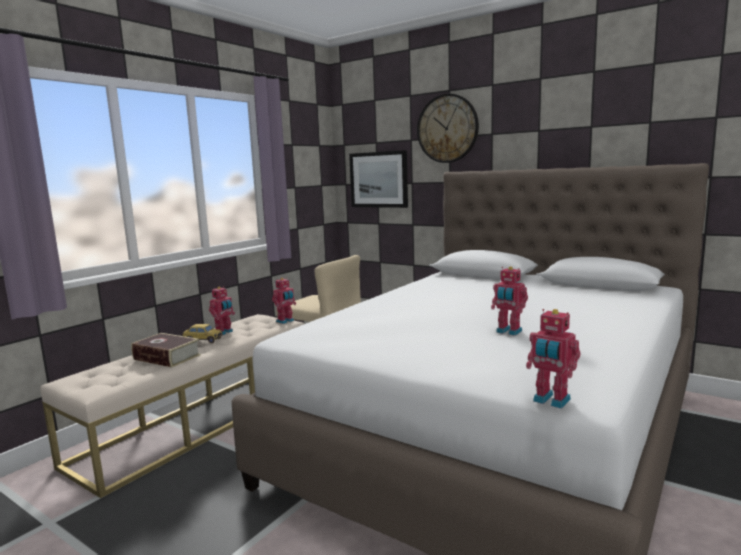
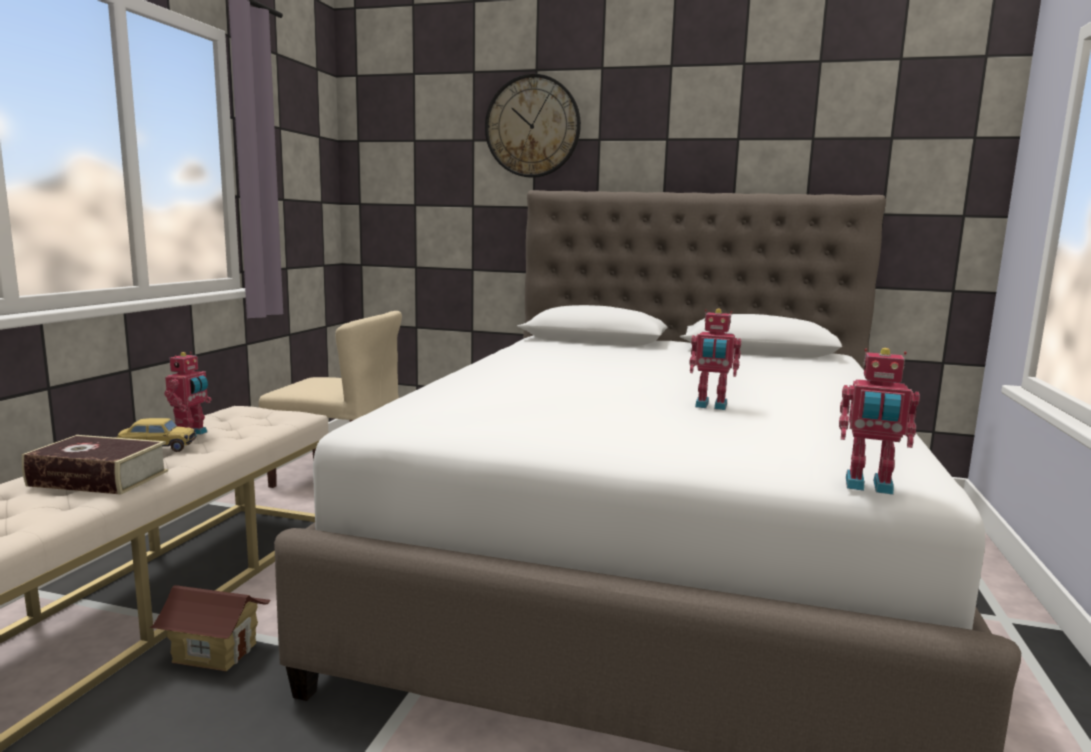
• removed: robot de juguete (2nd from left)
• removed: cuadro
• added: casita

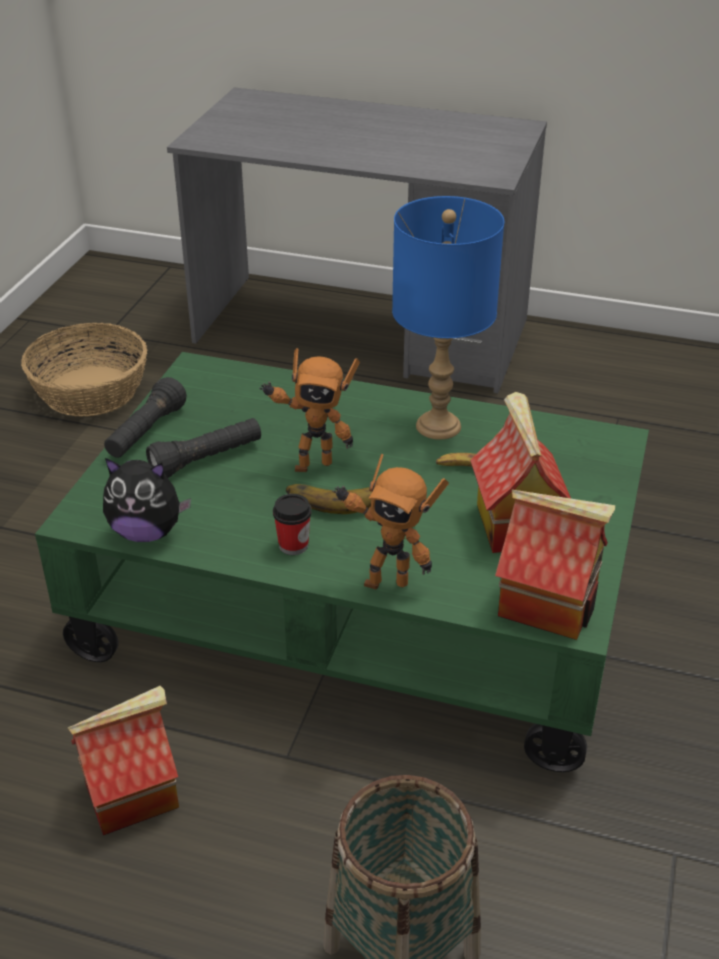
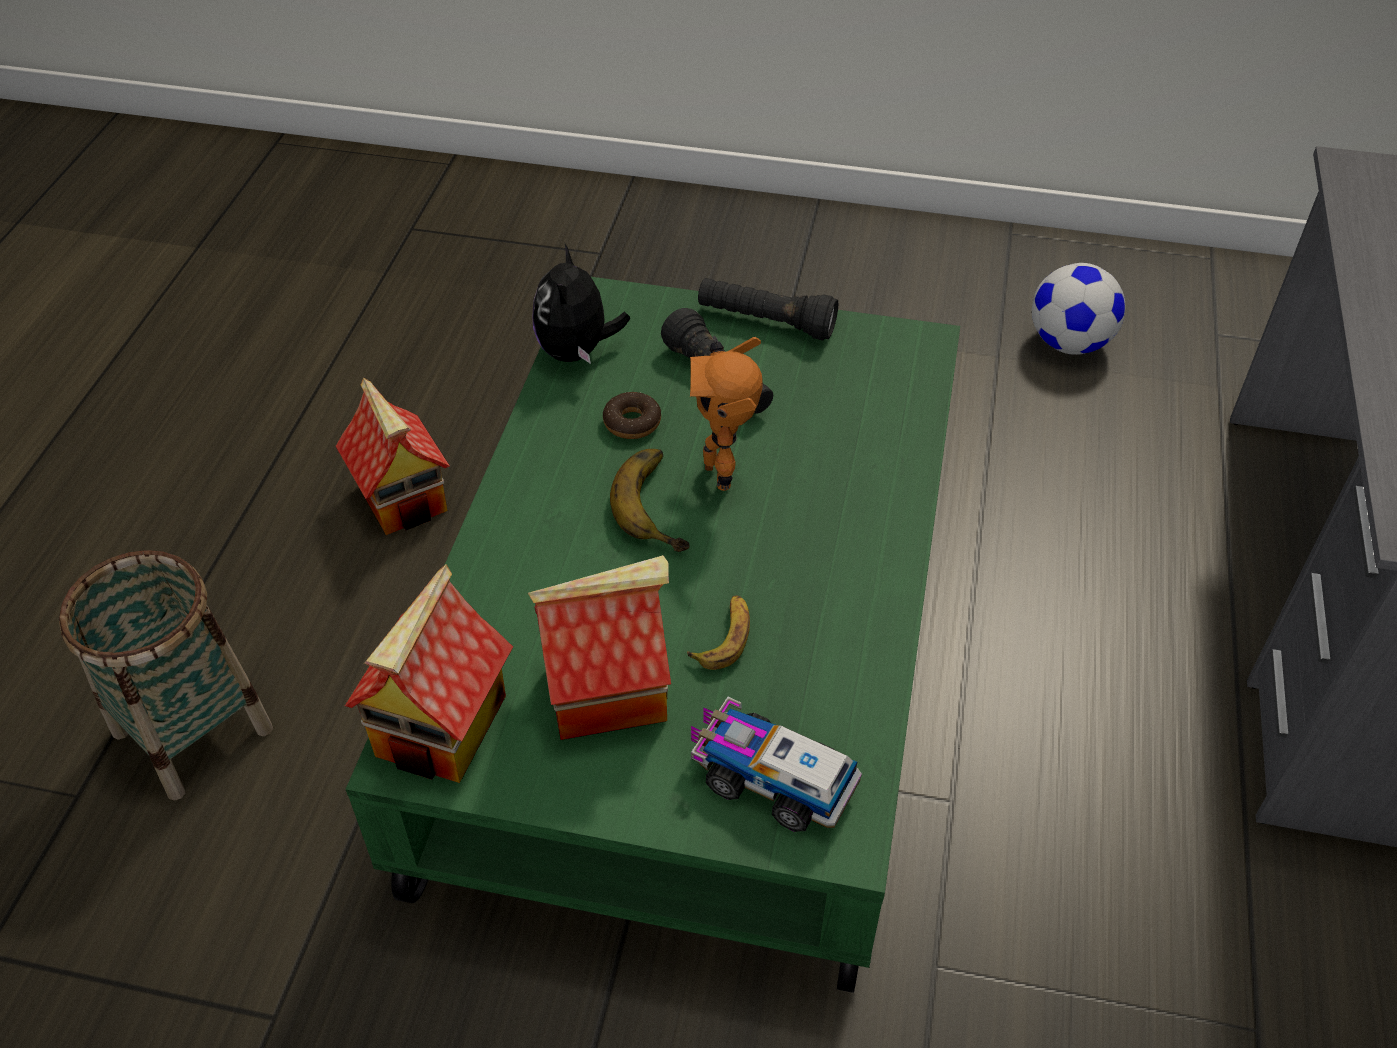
• removed: taza
• removed: robot de juguete (2nd from left)
• removed: lámpara de mesa/azul
• added: rosquilla
• added: camión de juguete
• replaced: cesta (1st from left) to balón de fútbol

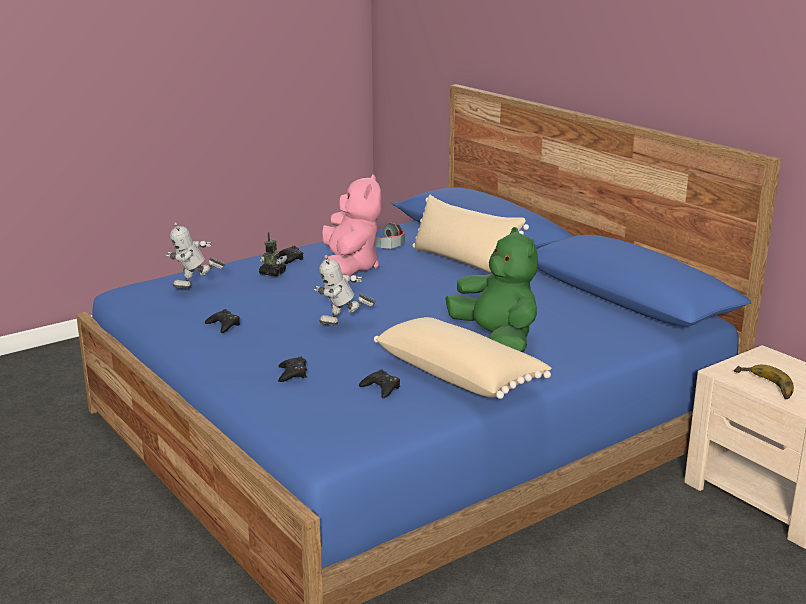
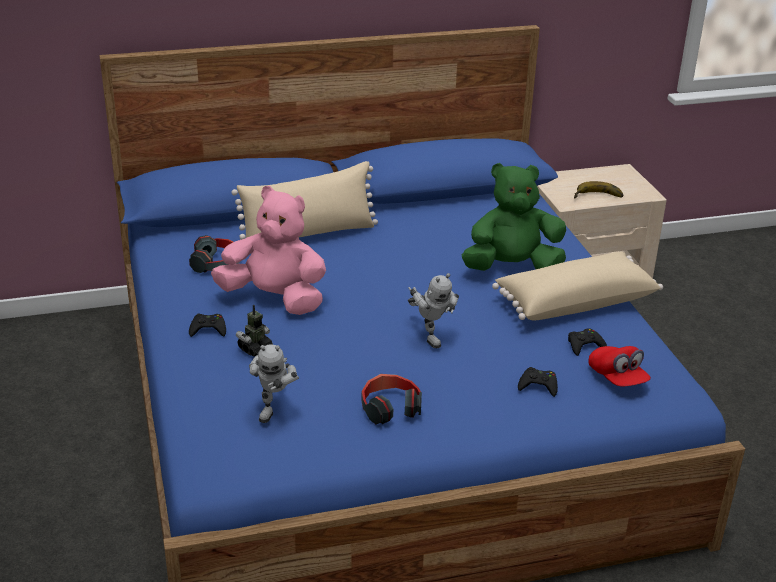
• added: gorra/rojo
• replaced: mando de consola/negro (1st from left) to auriculares (2nd from left)
• turned: robot de juguete (3rd from left) 45 degrees counterclockwise

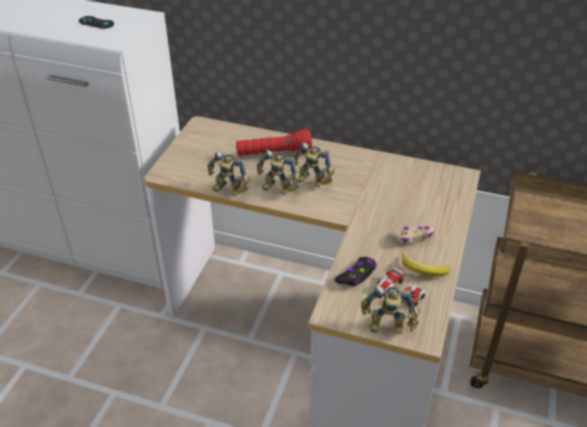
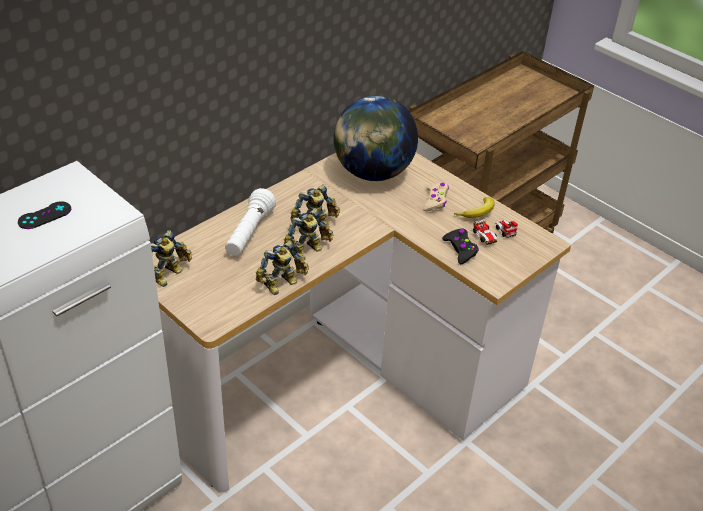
• added: globo terráqueo
• moved: robot de juguete (4th from left in the first image) to robot de juguete (1st from left)
• recoloured: linterna/rojo to linterna/blanco

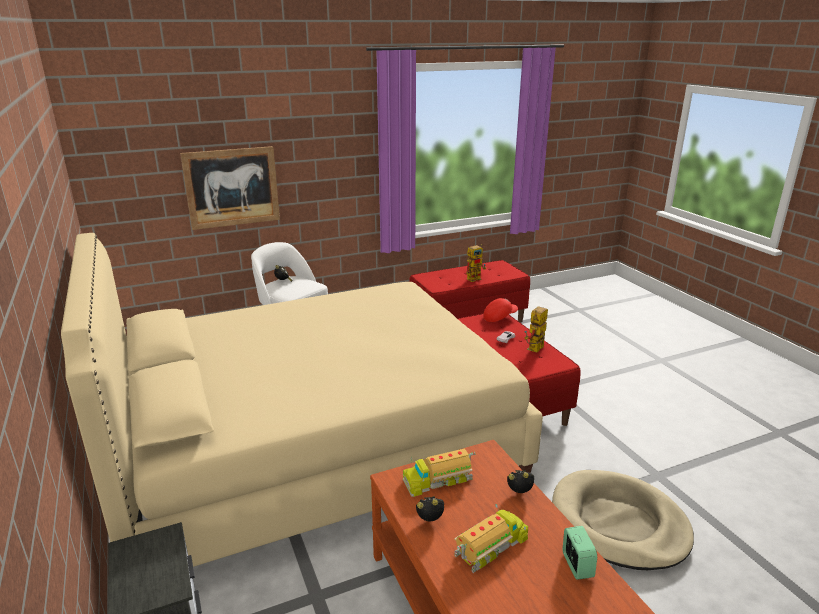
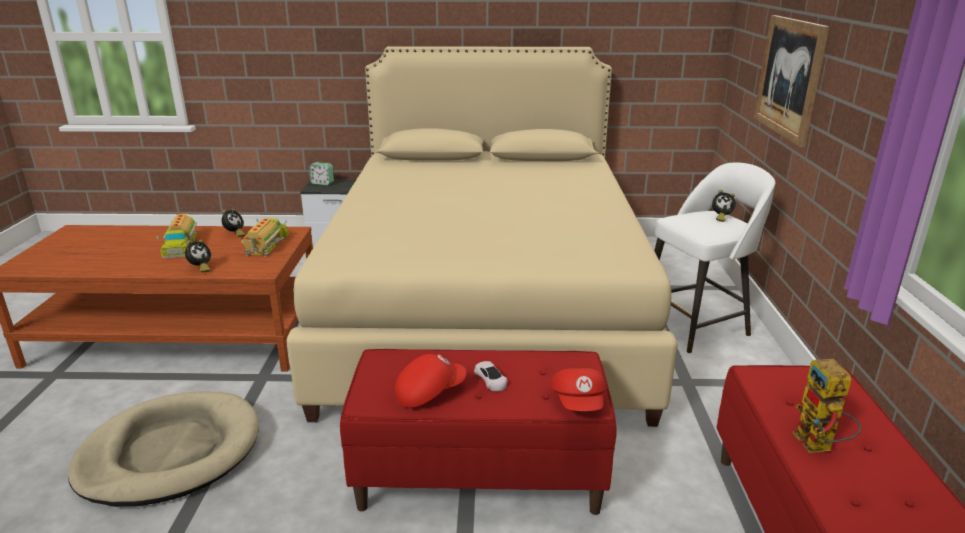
• moved: despertador (4th from left in the first image) to despertador (3rd from left)
• replaced: robot de juguete (2nd from left) to gorra/rojo (1st from left)

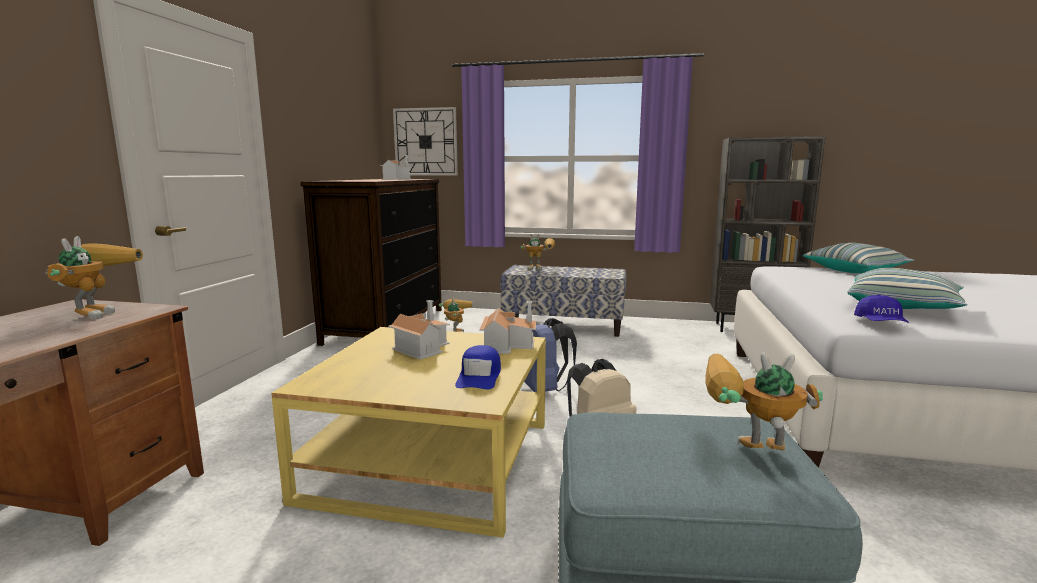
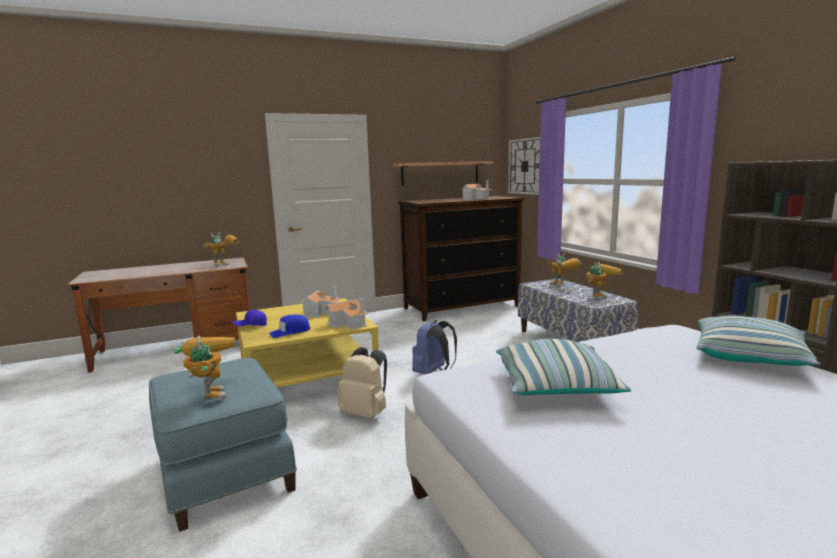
• added: estante
• moved: robot de juguete (2nd from left in the first image) to robot de juguete (4th from left)
• moved: gorra/azul (2nd from left in the first image) to gorra/azul (1st from left)

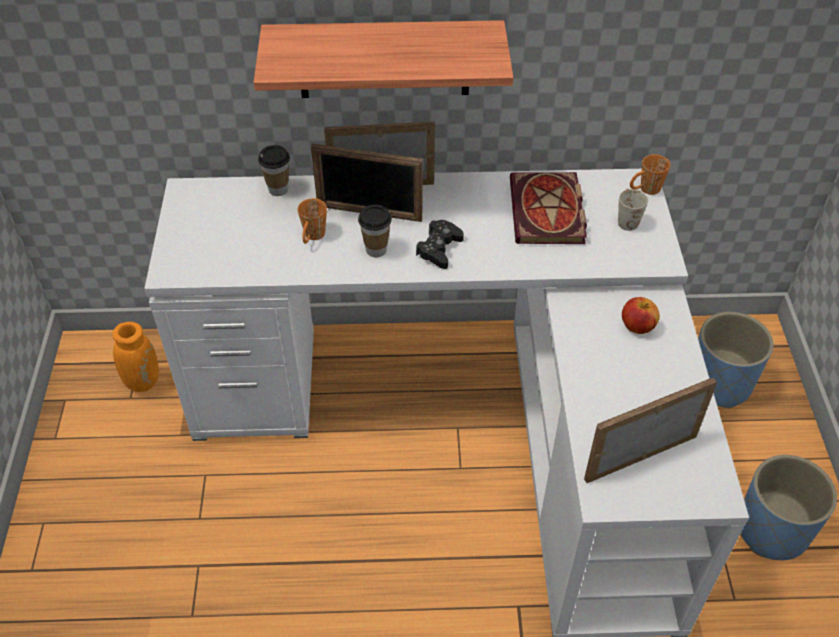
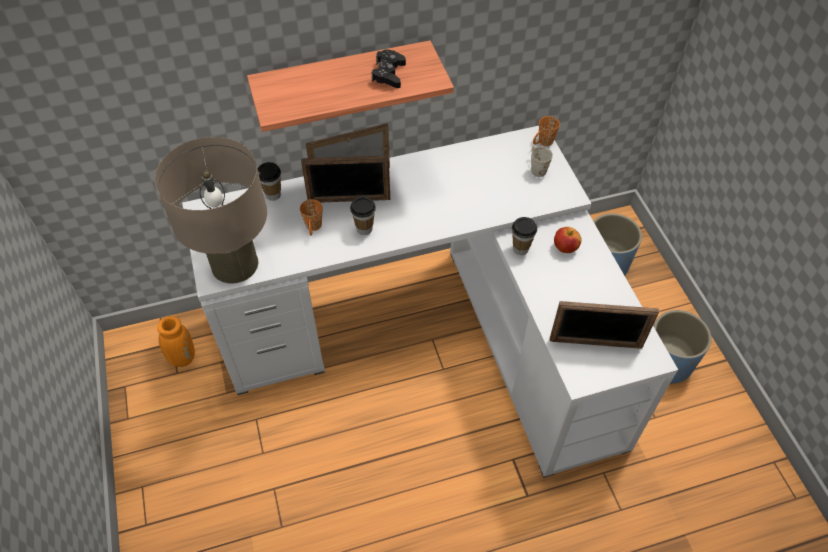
• removed: libro
• added: lámpara de mesa/beis
• added: taza (3rd from left)
• moved: mando de consola/negro
• turned: portarretratos (3rd from left) 135 degrees counterclockwise

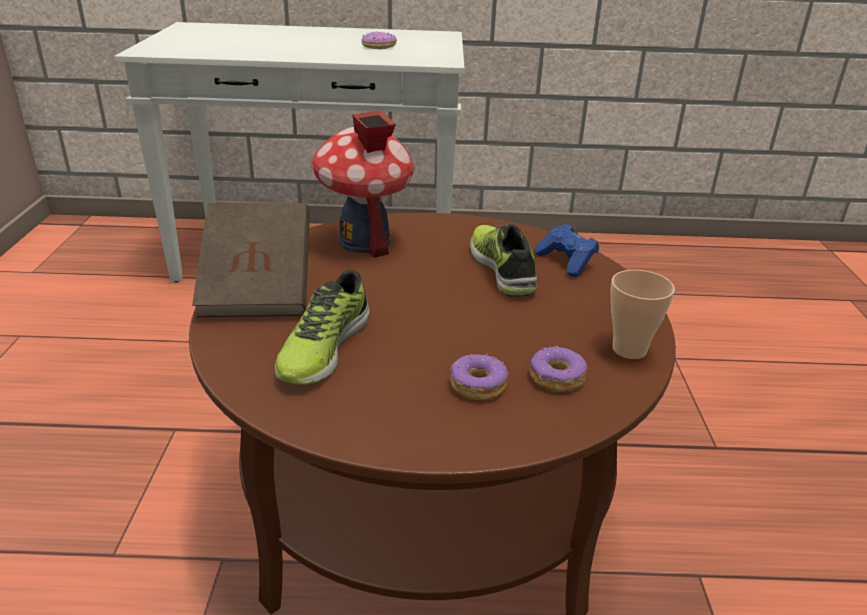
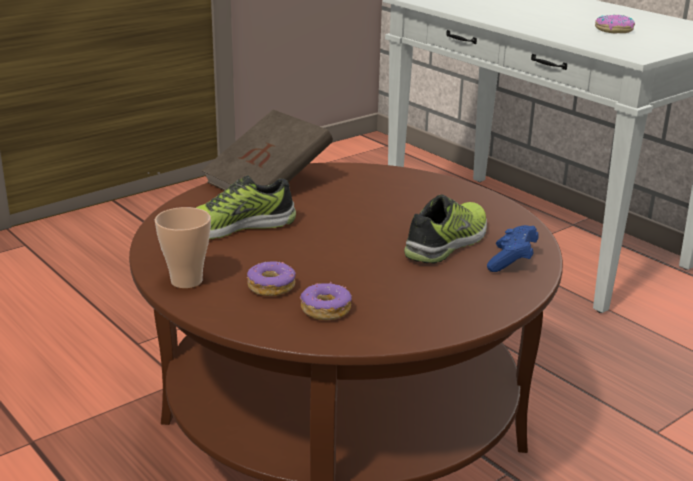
• removed: casita
• moved: taza

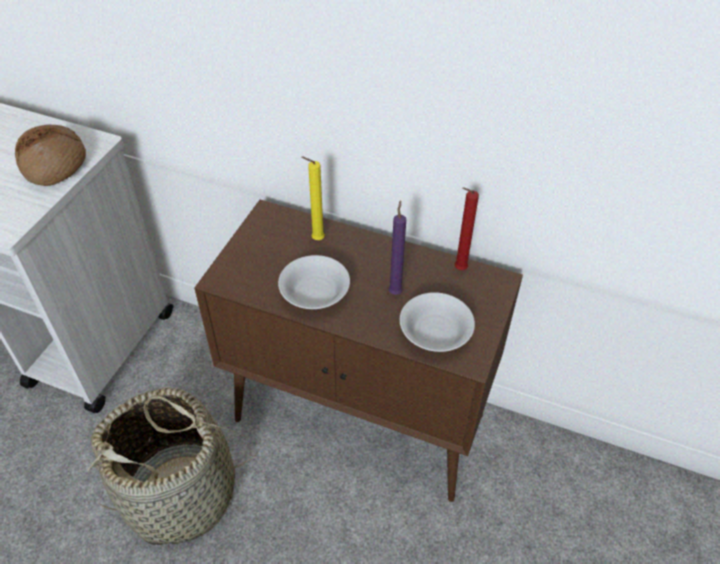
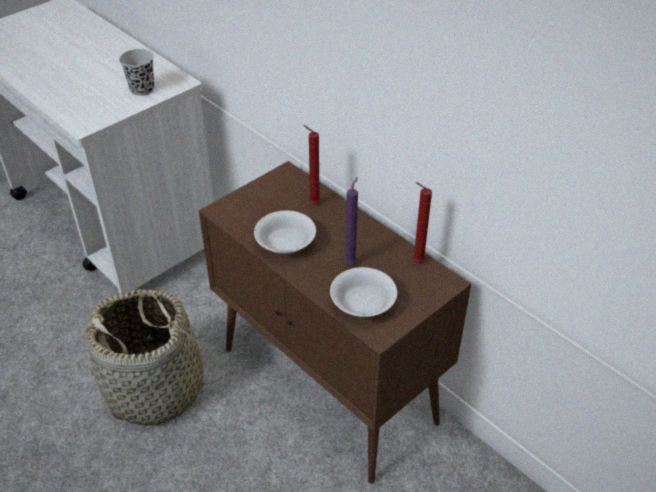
• replaced: pan to taza/negro
• recoloured: vela/amarillo to vela/rojo (1st from left)

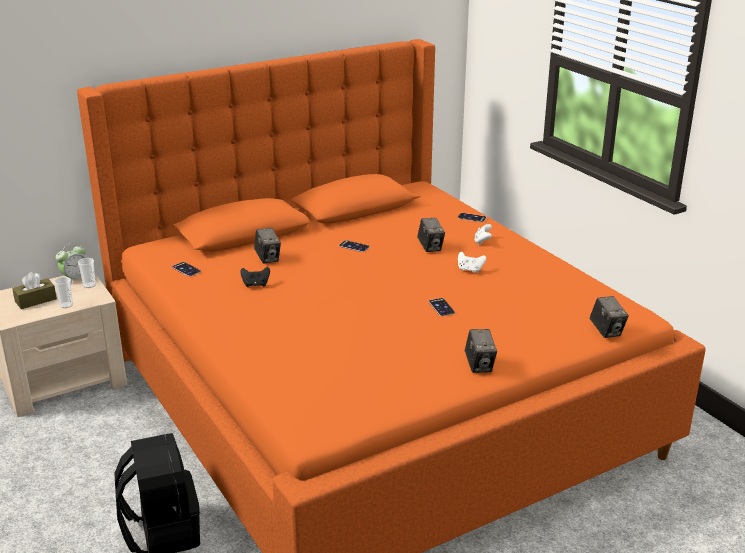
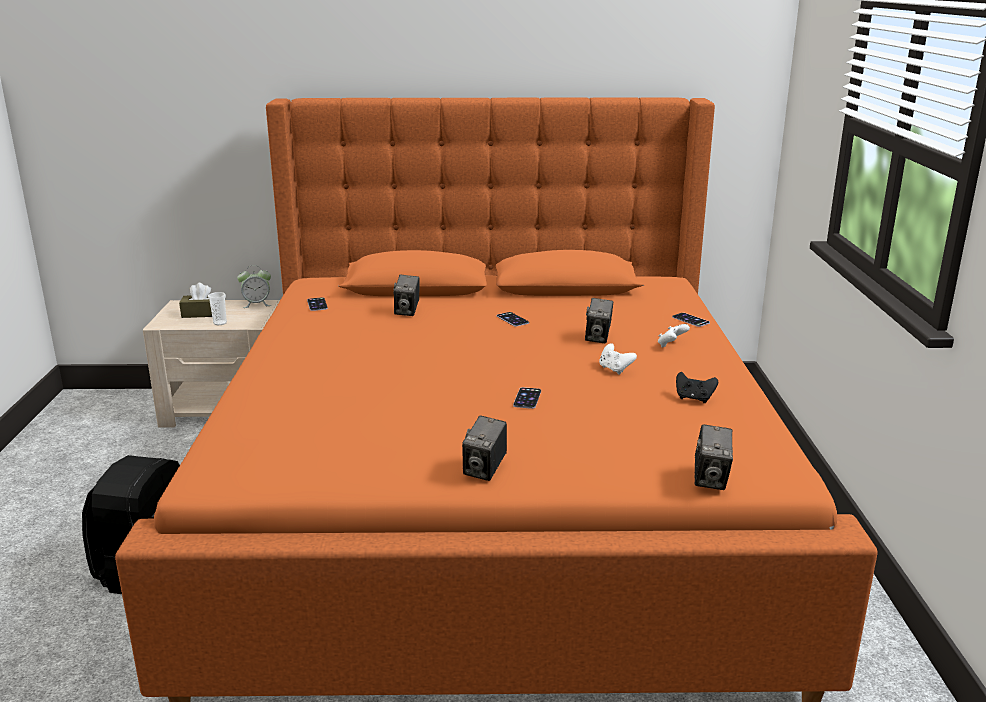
• removed: taza (2nd from left)
• moved: mando de consola/negro

